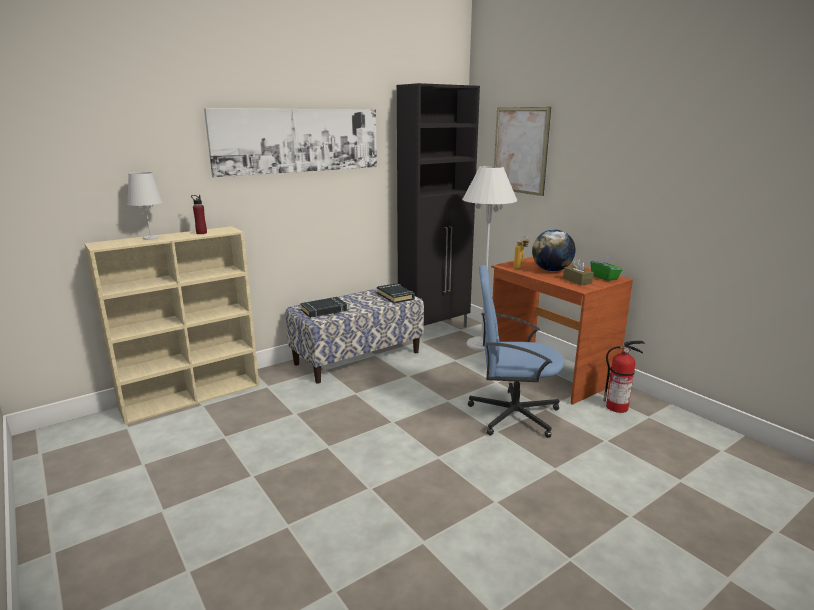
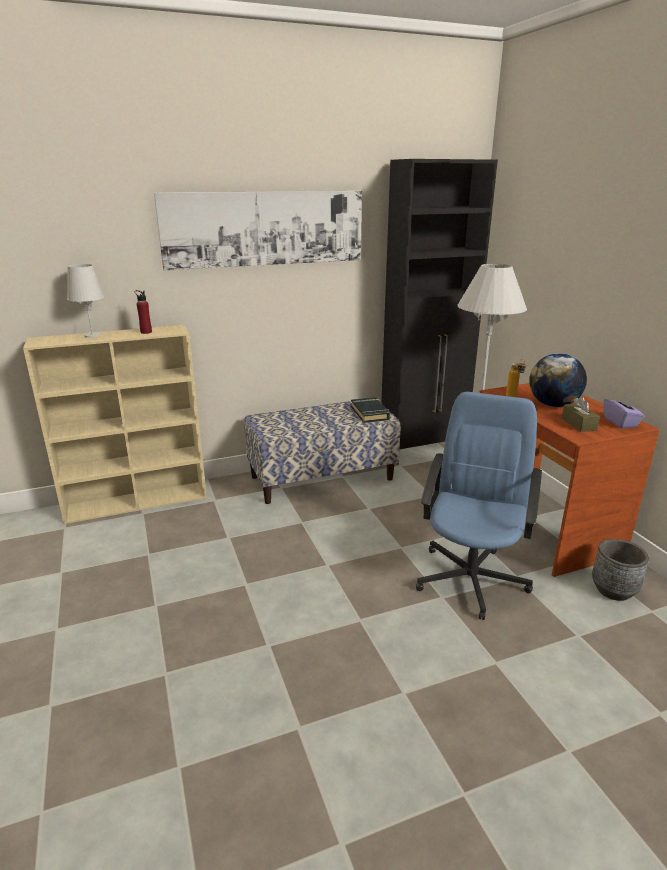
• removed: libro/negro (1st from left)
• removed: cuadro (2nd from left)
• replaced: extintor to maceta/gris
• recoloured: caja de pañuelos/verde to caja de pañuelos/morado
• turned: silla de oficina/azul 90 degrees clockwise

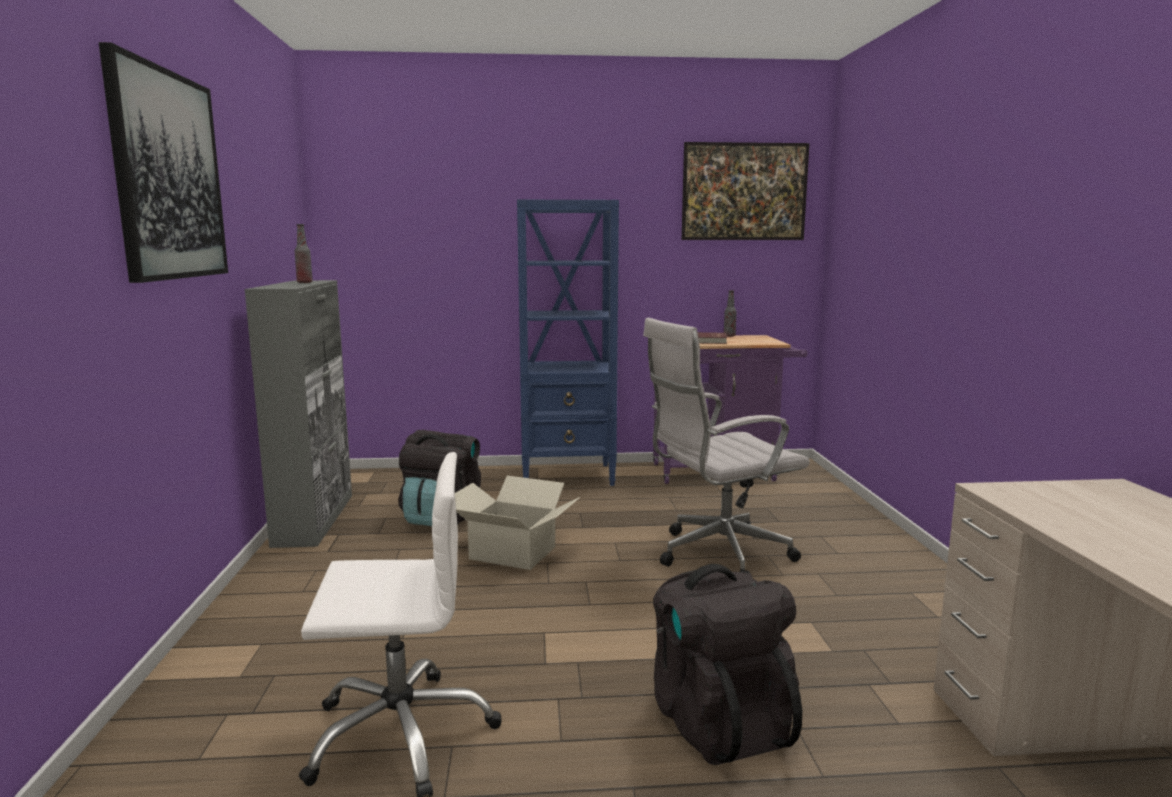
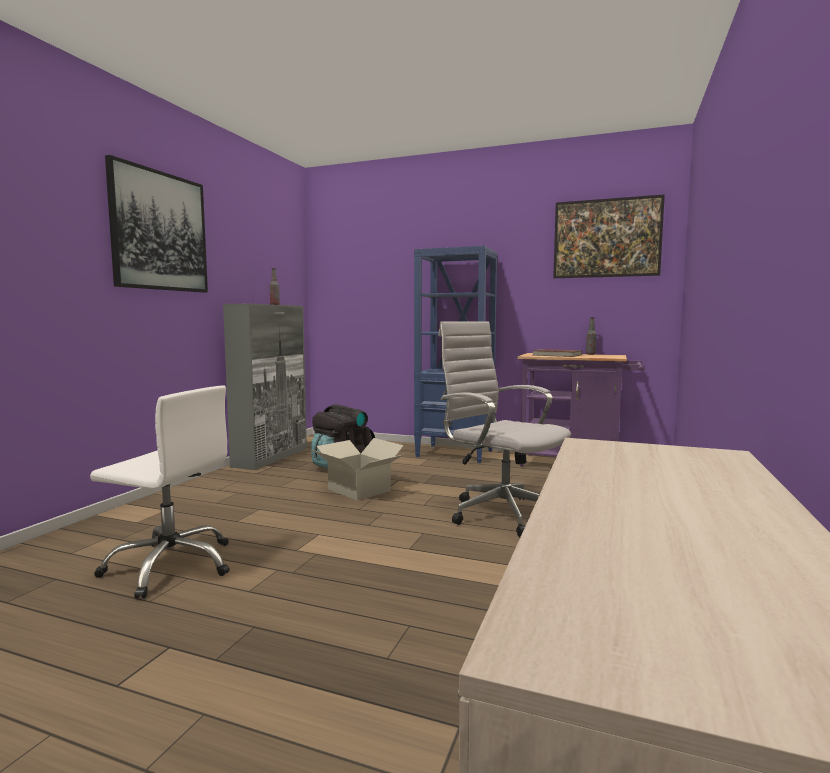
• removed: mochila/negro (2nd from left)
• turned: silla de oficina/blanco (2nd from left) 45 degrees clockwise

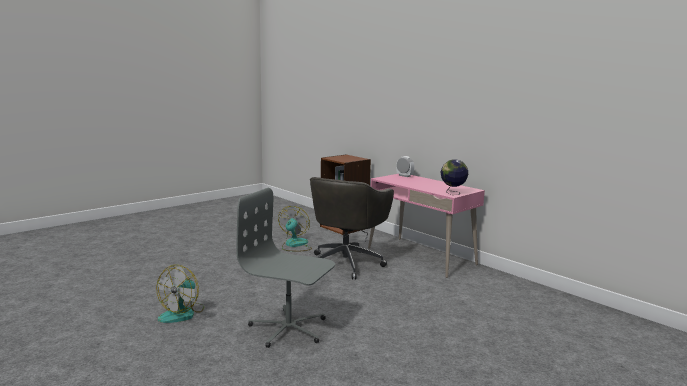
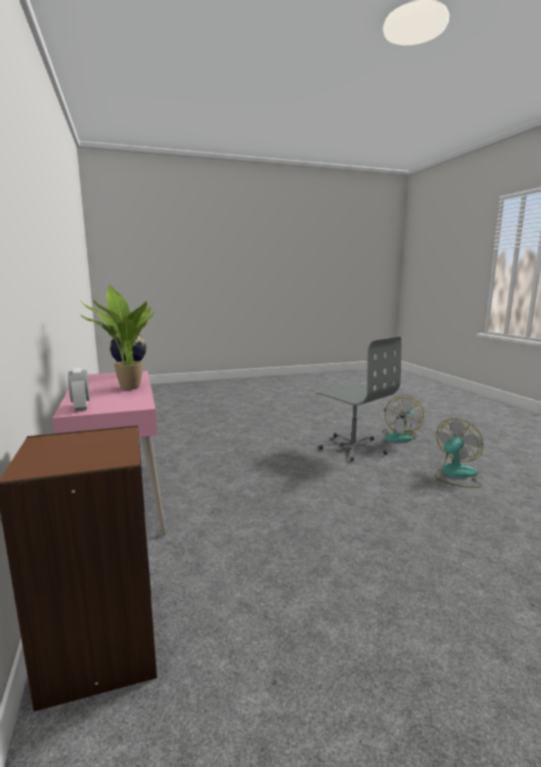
• removed: silla de oficina/gris (2nd from left)
• added: planta en maceta
• moved: ventilador (2nd from left in the first image) to ventilador (1st from left)

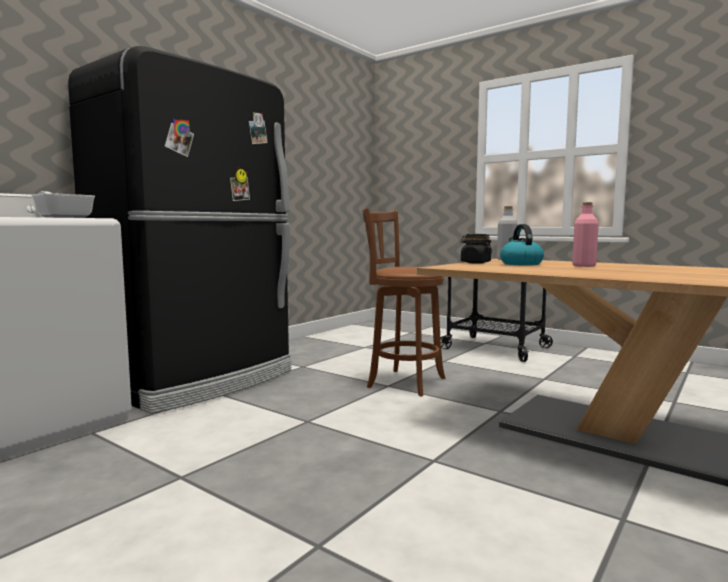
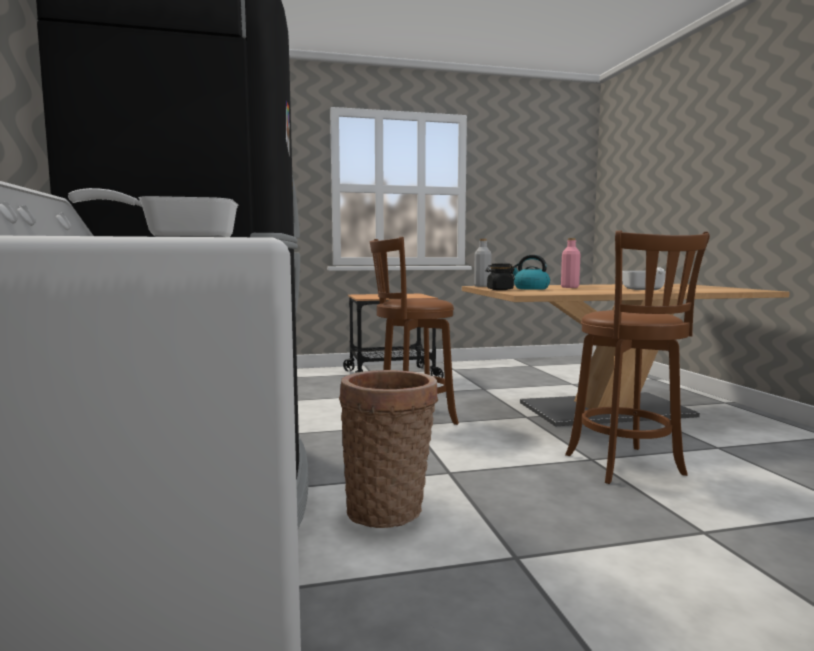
• added: cesta
• added: taburete/marrón (2nd from left)
• added: sartén (2nd from left)

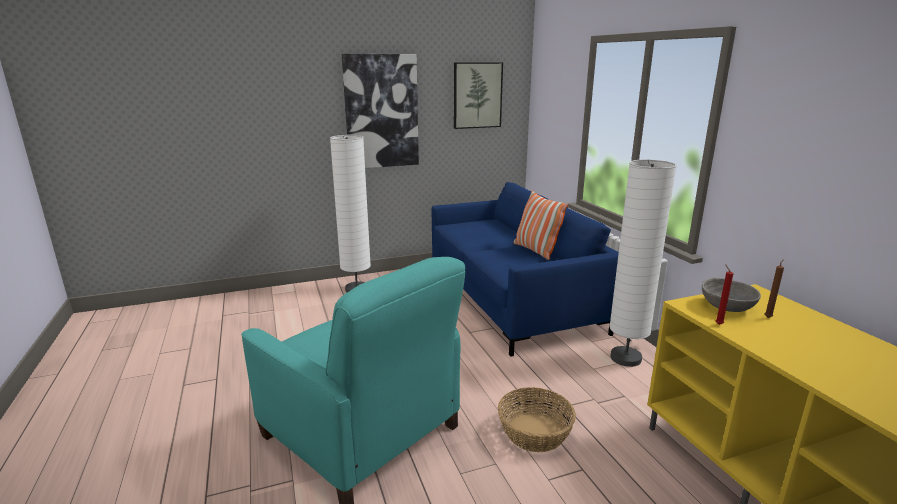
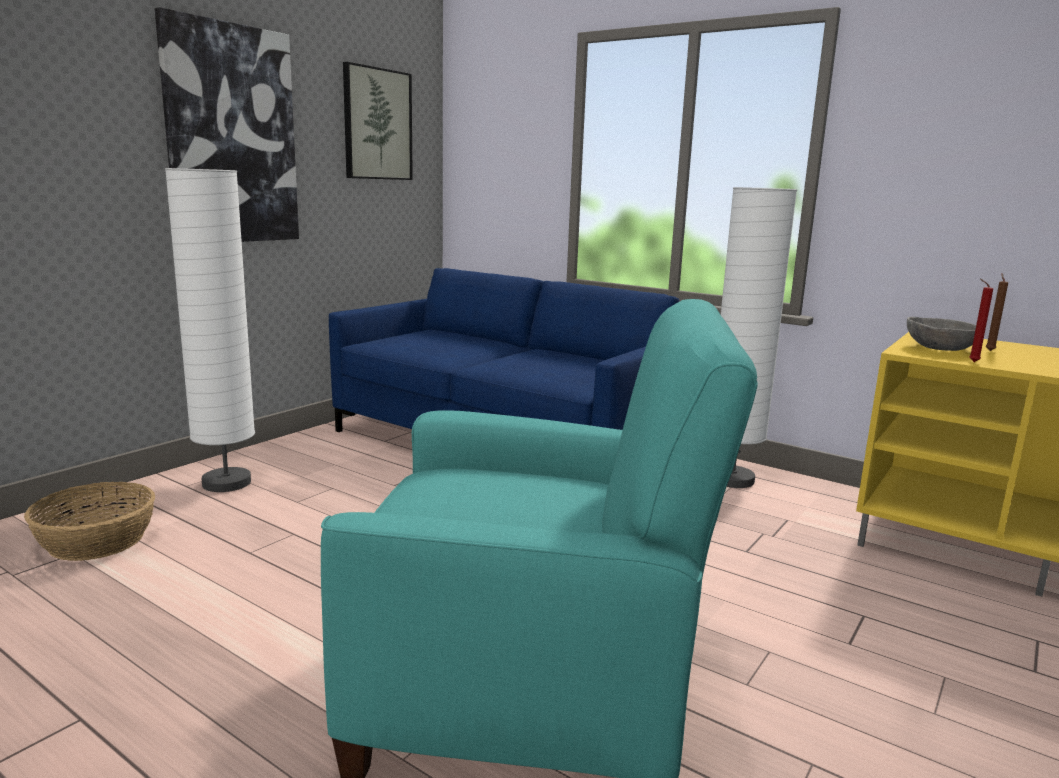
• removed: cojín
• moved: cesta

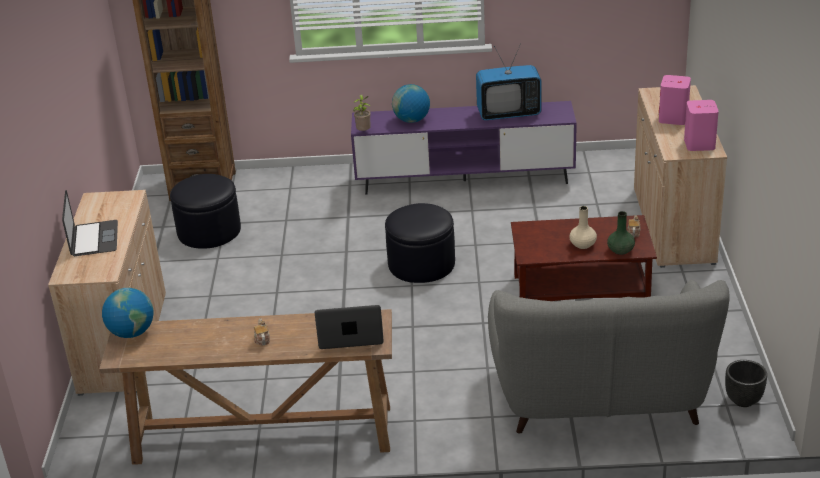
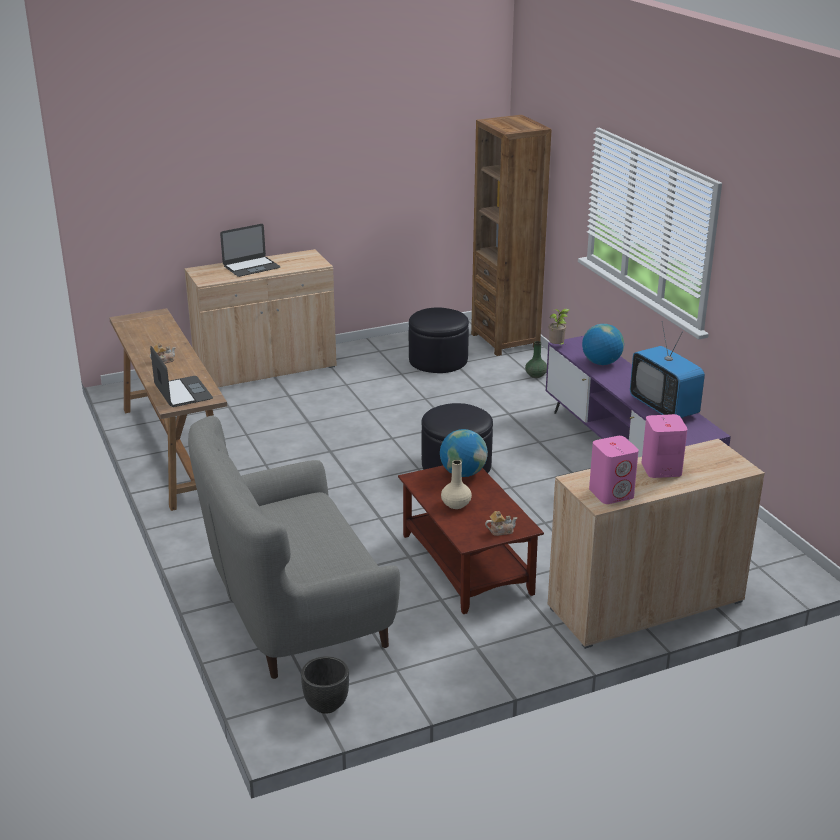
• moved: globo terráqueo (1st from left)
• moved: florero/verde

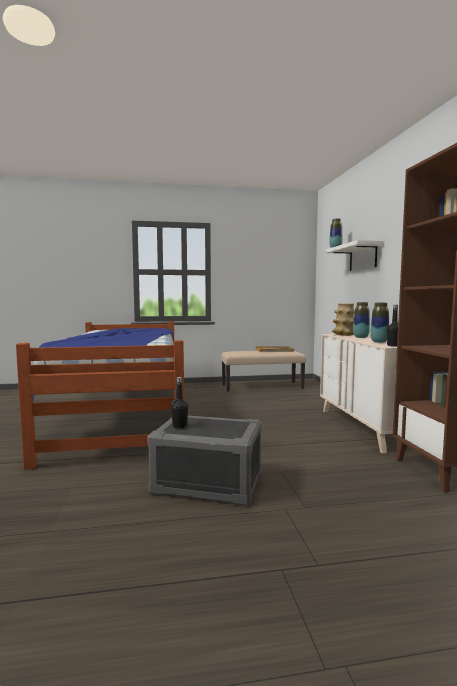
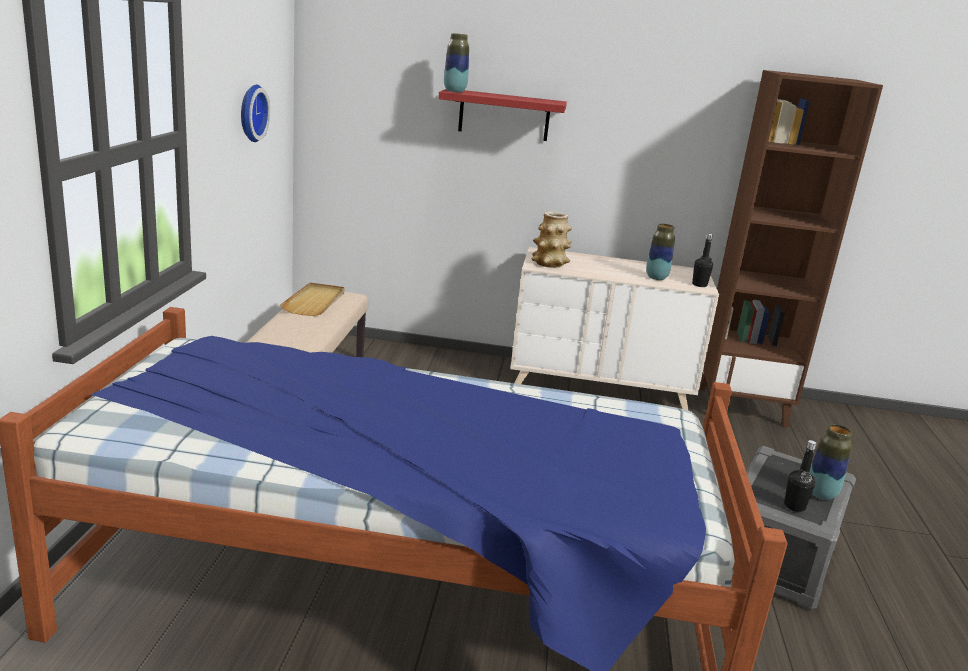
• added: reloj de pared
• moved: florero (3rd from left in the first image) to florero (4th from left)
• recoloured: estante/blanco to estante/rojo

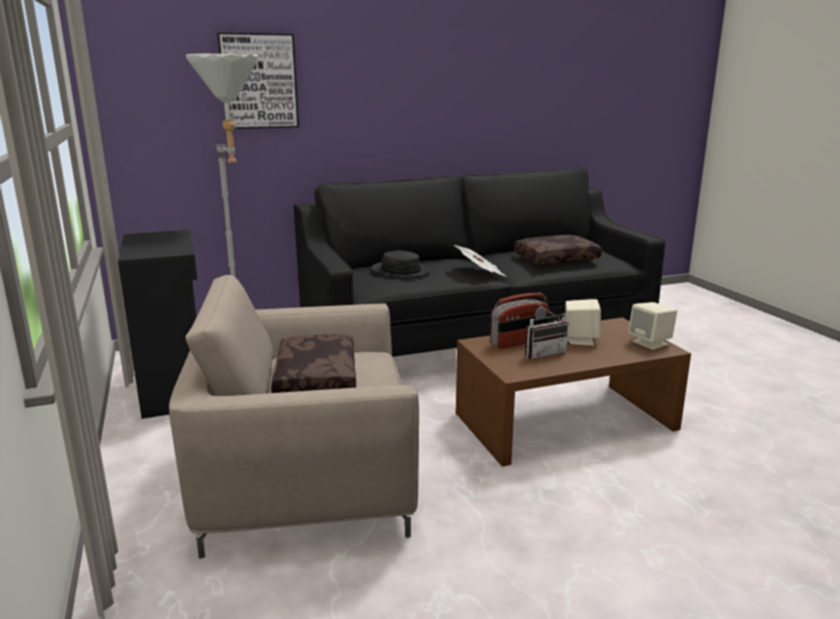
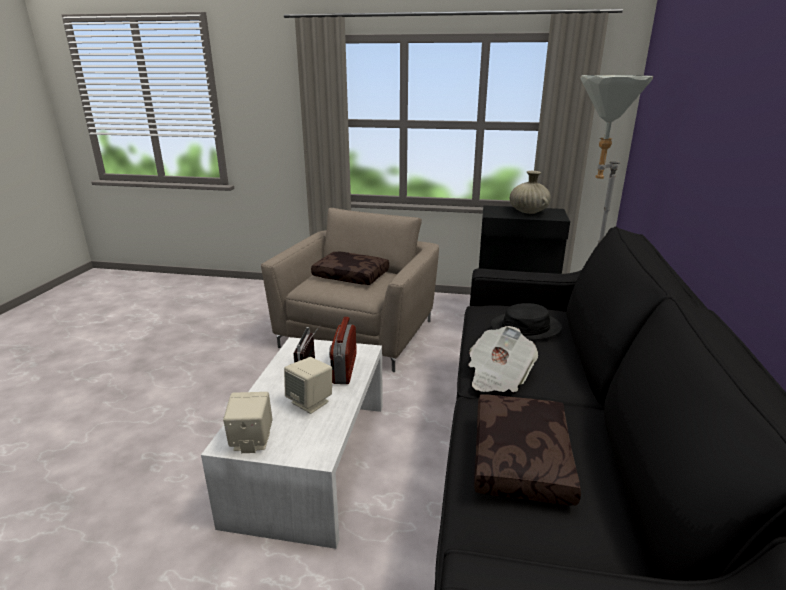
• removed: cuadro
• added: florero/beis
• recoloured: mesa de centro/marrón to mesa de centro/blanco

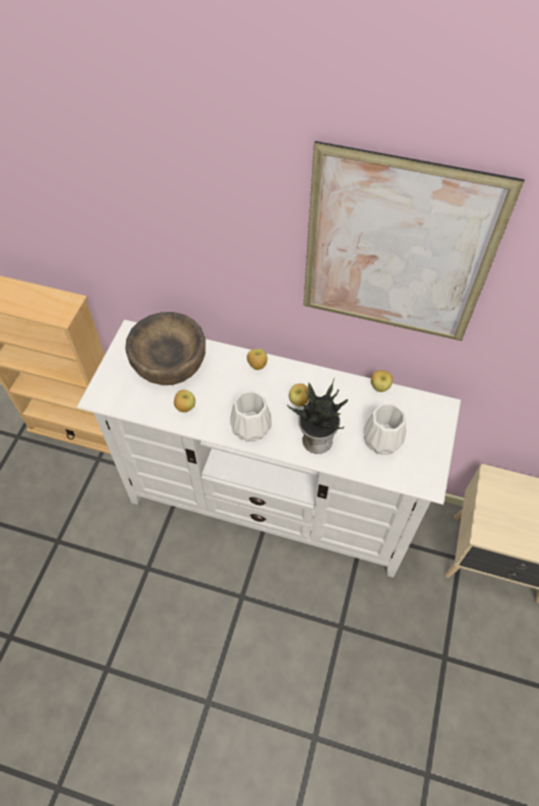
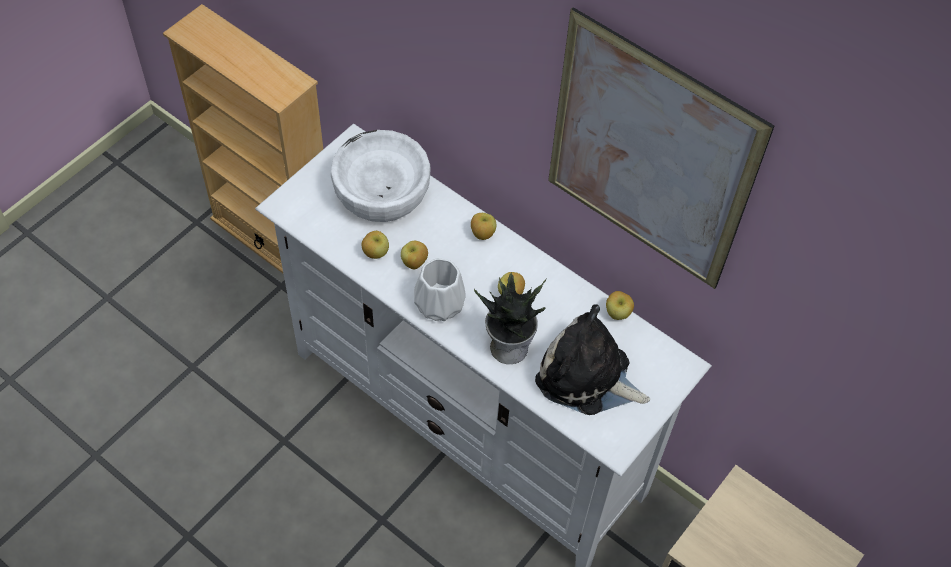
• added: manzana (2nd from left)
• replaced: florero/blanco (2nd from left) to peluche
• recoloured: cuenco/marrón to cuenco/blanco

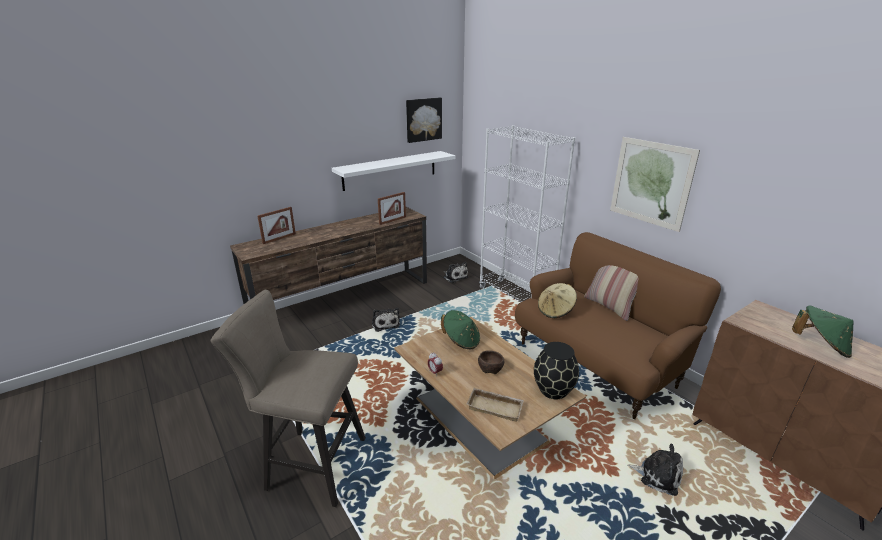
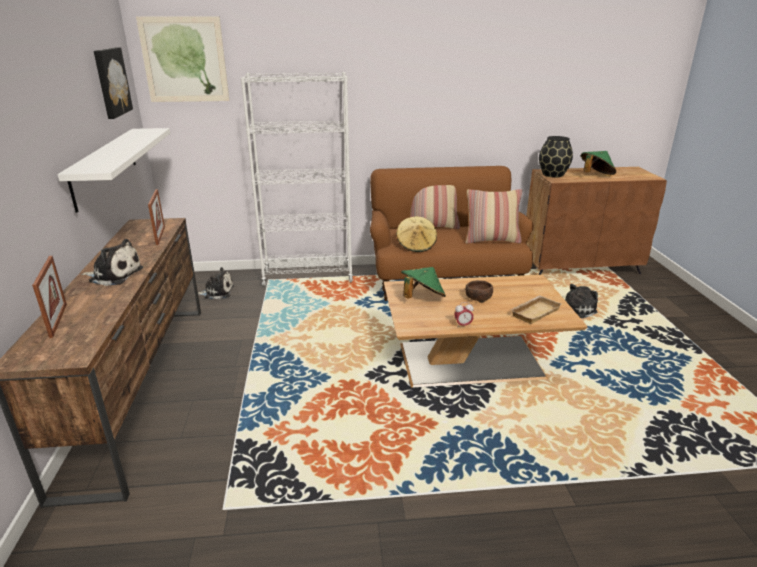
• removed: taburete/beis
• added: cojín (2nd from left)
• moved: peluche (1st from left)
• moved: florero/negro
• moved: cuadro (2nd from left)

